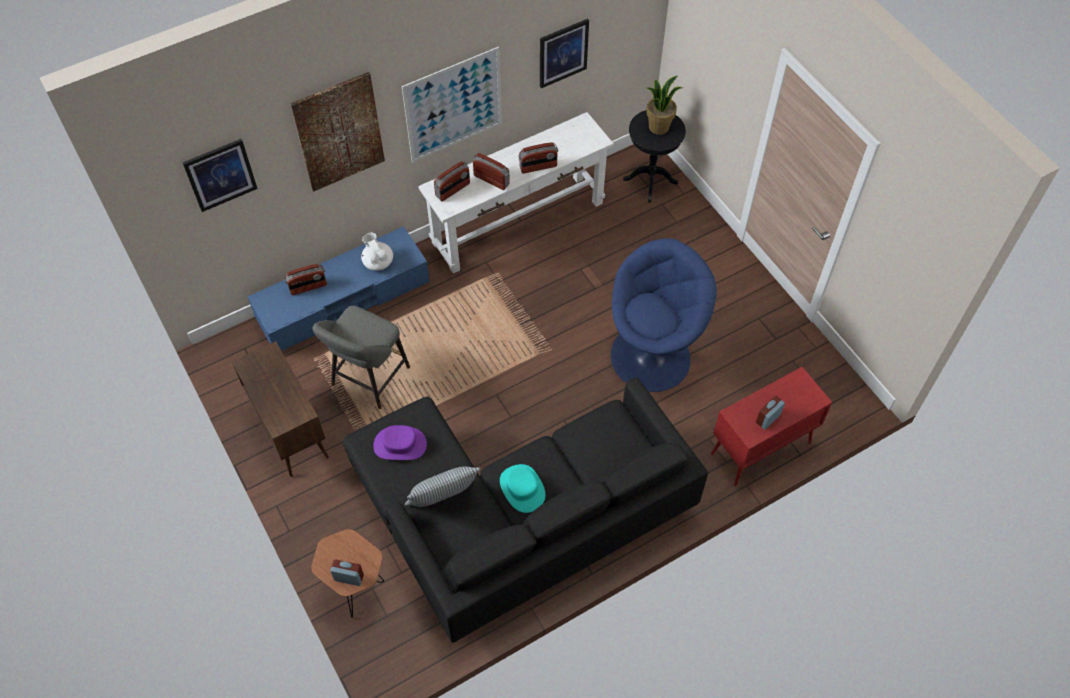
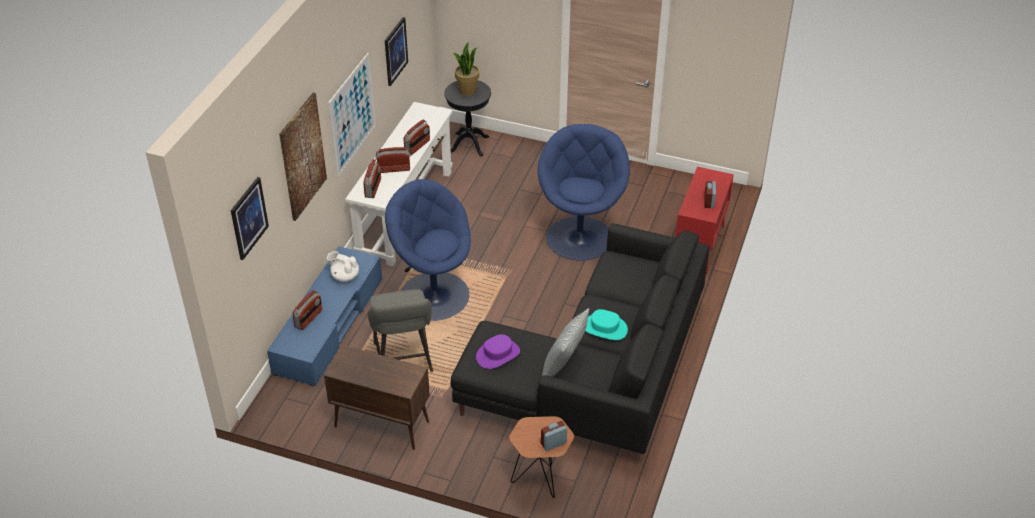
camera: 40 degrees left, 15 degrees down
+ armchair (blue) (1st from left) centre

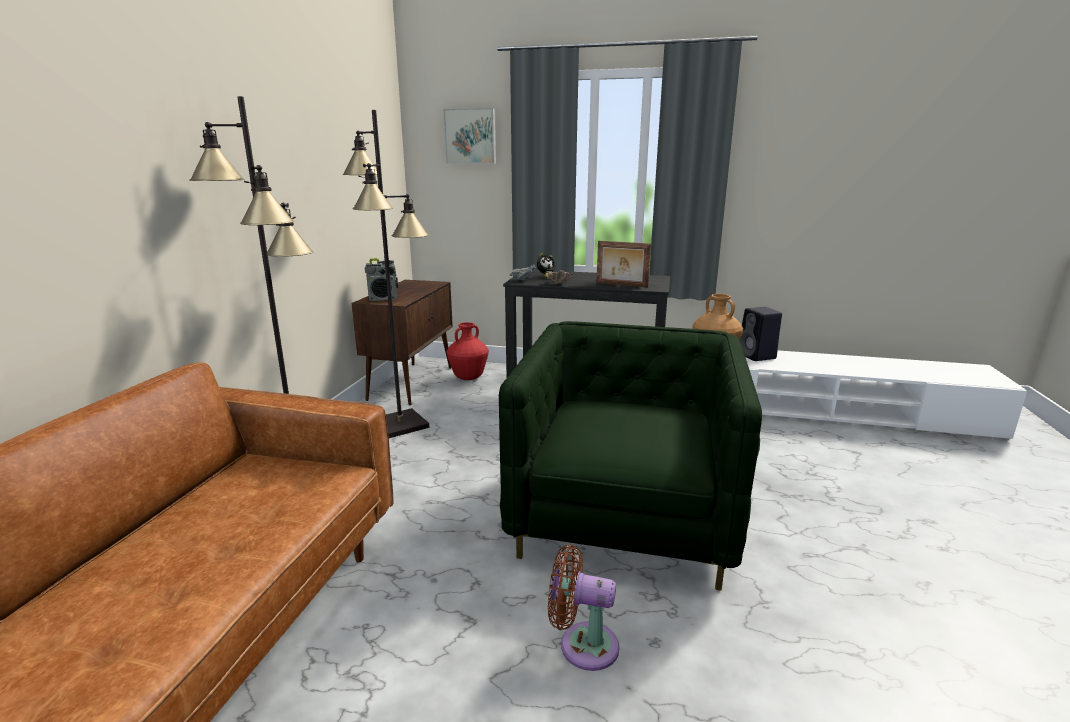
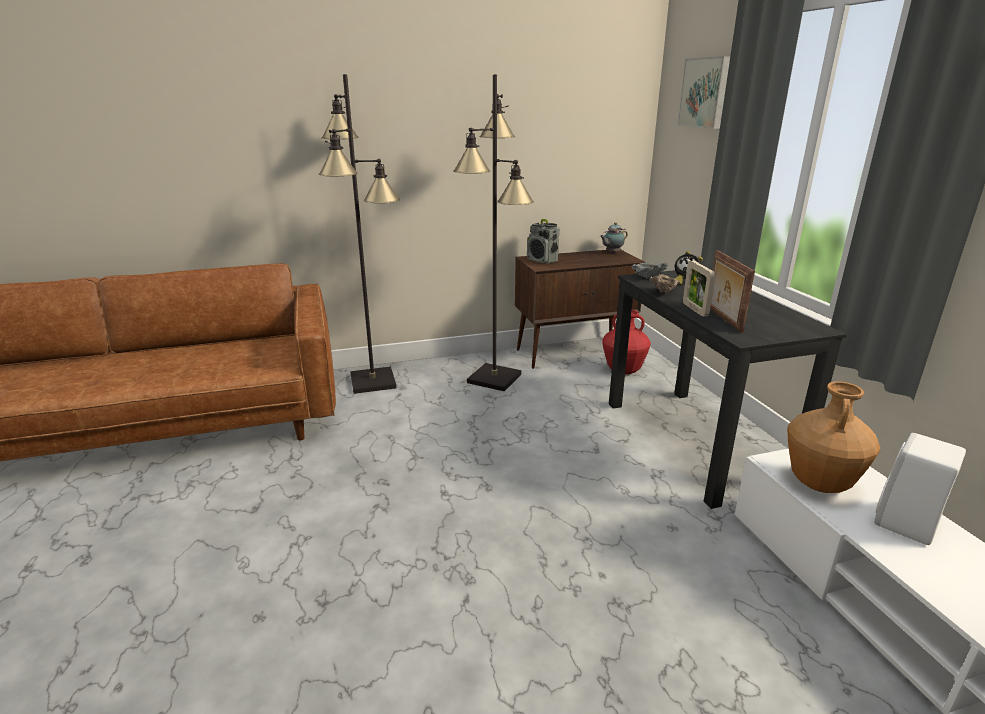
camera: 60 degrees right, 5 degrees up
+ teapot top centre
+ picture frame (1st from left) middle right
~ speaker (black) middle right to speaker (white) bottom right
- armchair (green) centre
- fan (brown) bottom centre

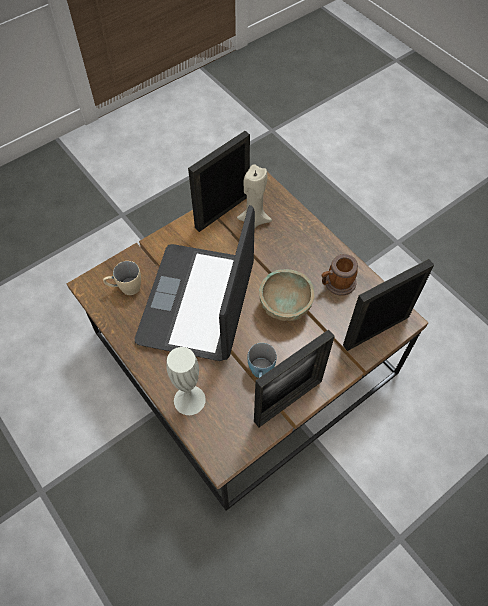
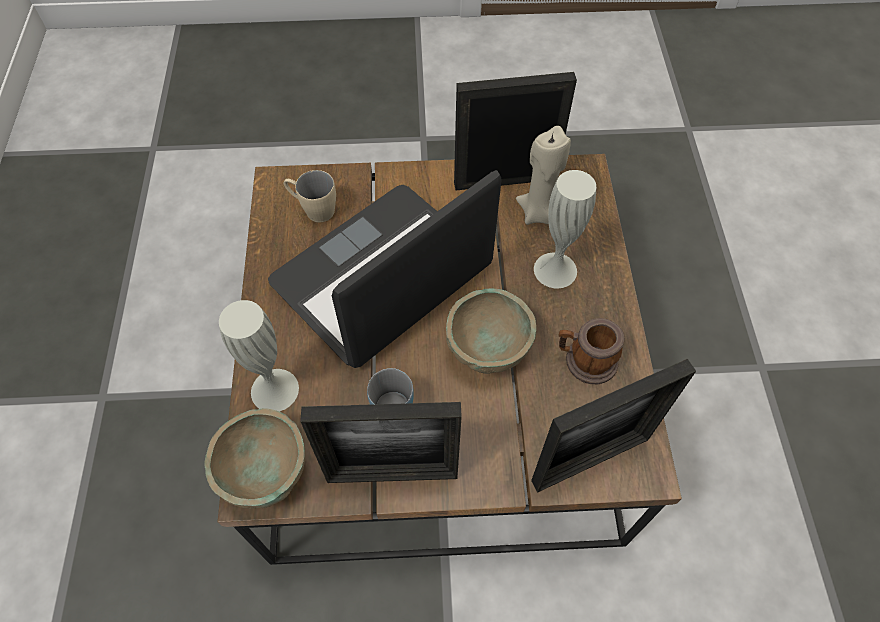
camera: 35 degrees right, 0 degrees up
+ bowl (beige) (1st from left) bottom left
~ picture frame (3rd from left) middle right = bottom right 150 degrees clockwise
+ vase (white) (2nd from left) centre

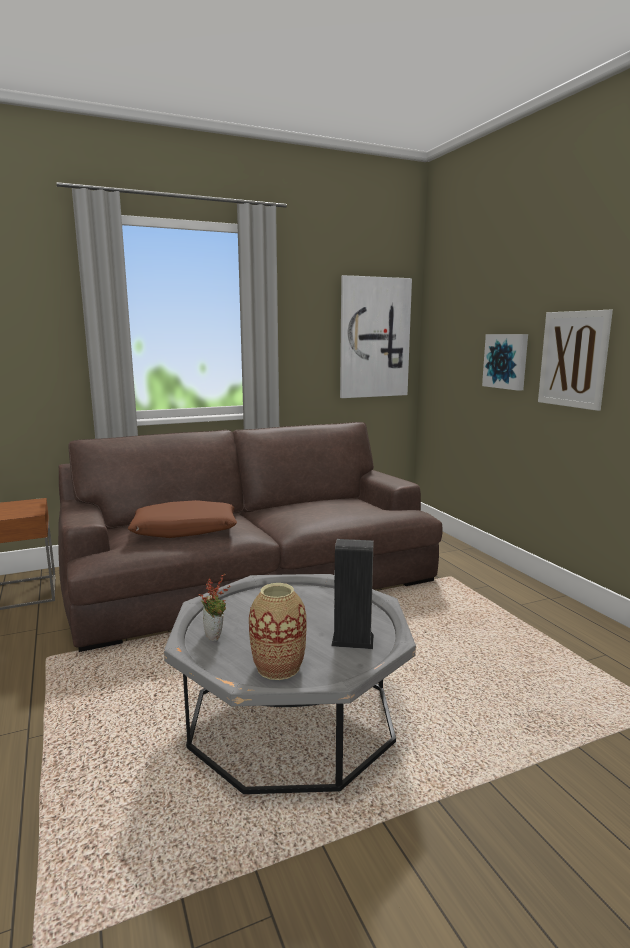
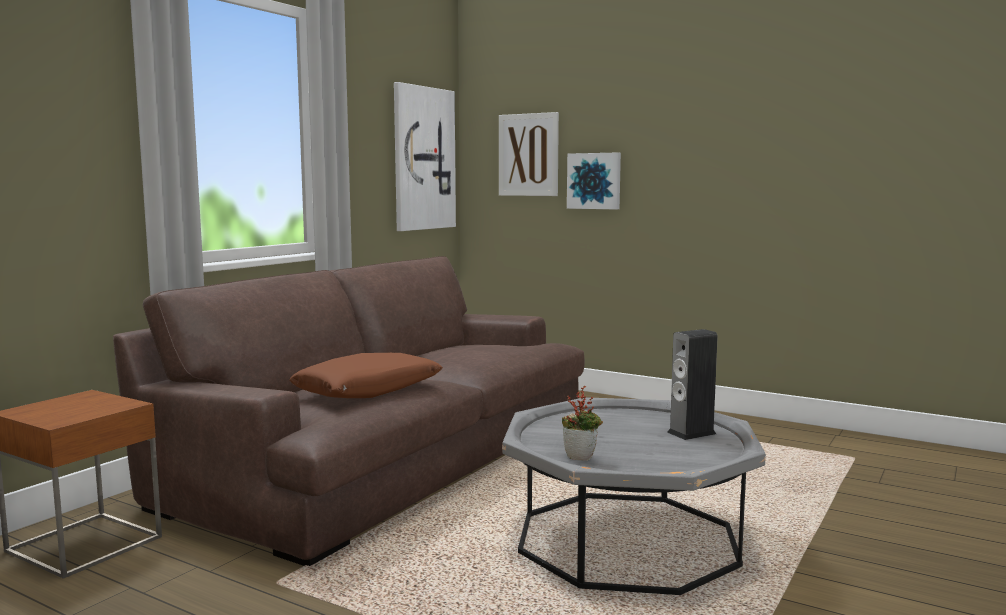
camera: 35 degrees left, 5 degrees down
~ picture (3rd from left in the first image) middle right to picture (2nd from left) top centre
- vase centre

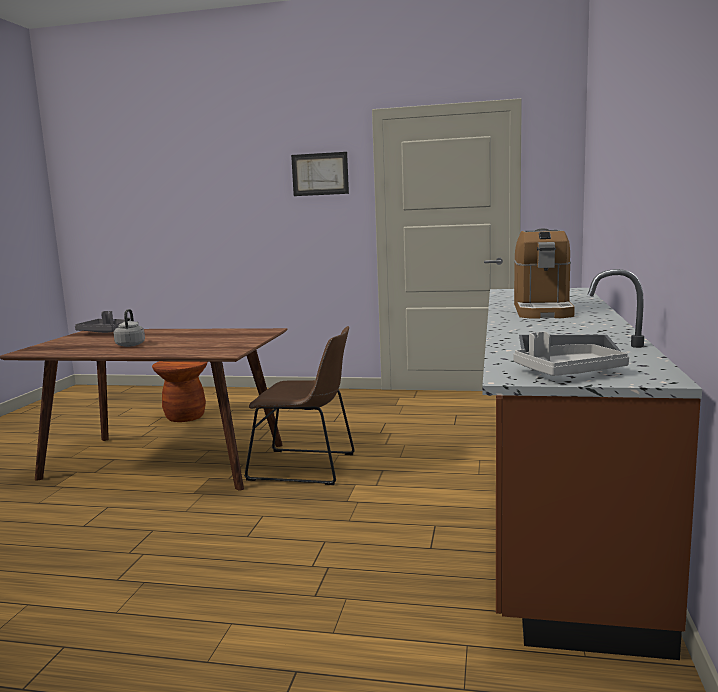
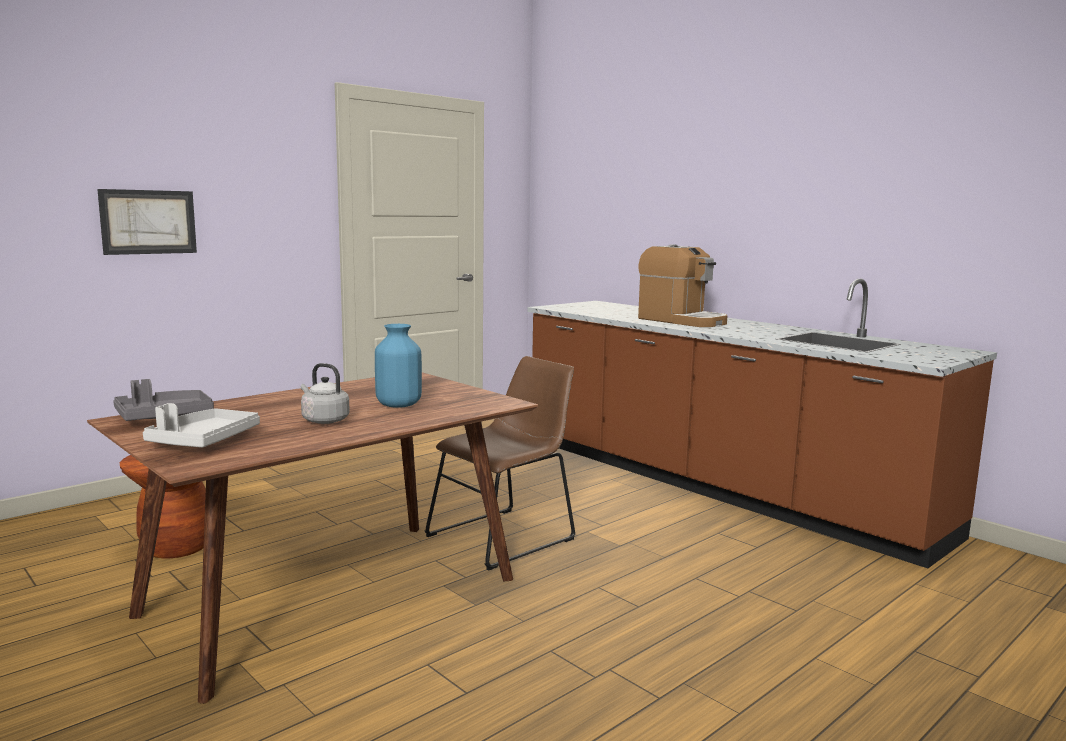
camera: 55 degrees left, 0 degrees up
~ picture top centre to top left
~ tray (grey) (2nd from left) middle right to middle left
+ vase (blue) centre

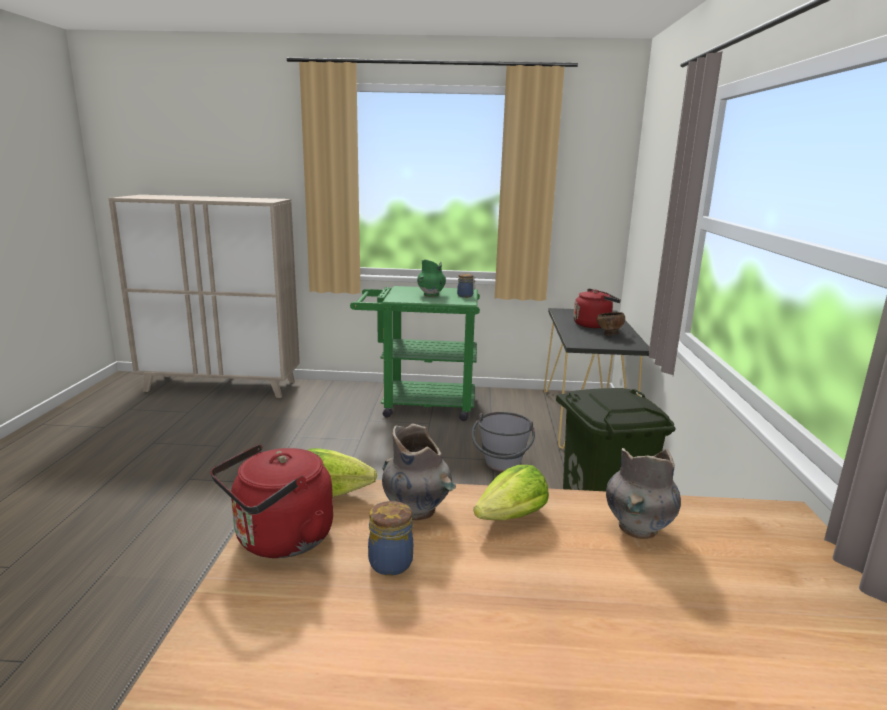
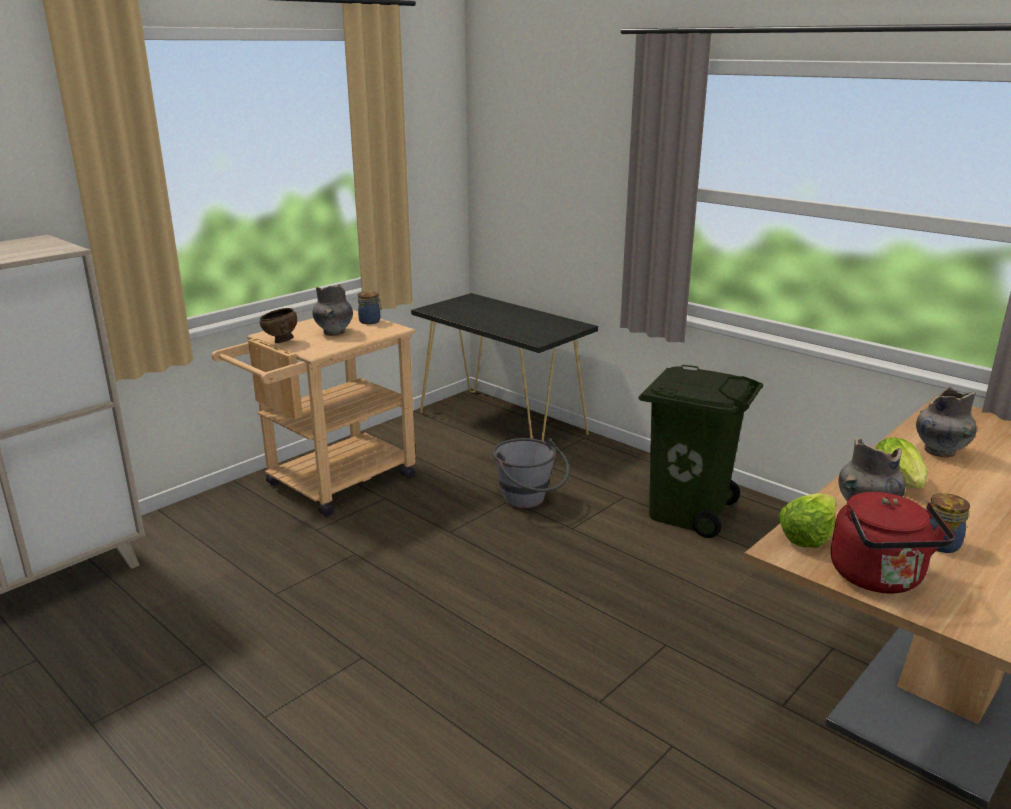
camera: 50 degrees left, 5 degrees up
~ cart (green) centre to cart (beige) middle left
~ bowl (brown) middle right to middle left
~ vase (green) centre to vase (grey) (1st from left) middle left
- kettle (red) (2nd from left) middle right

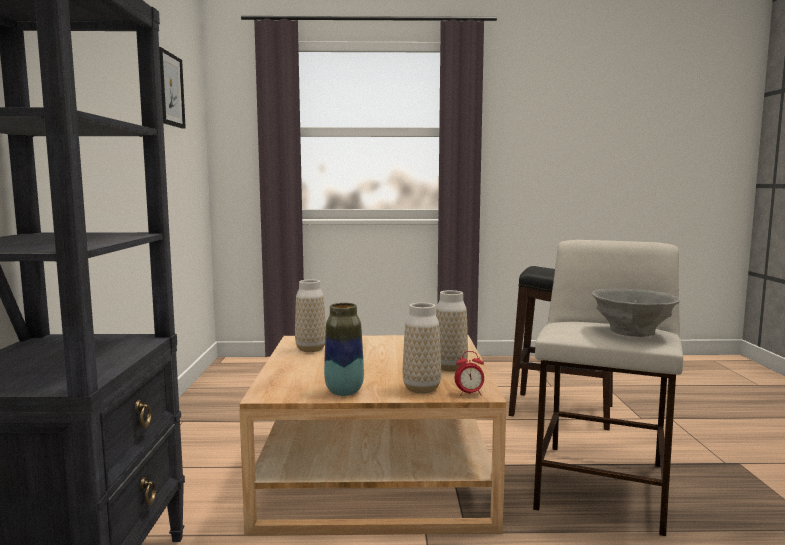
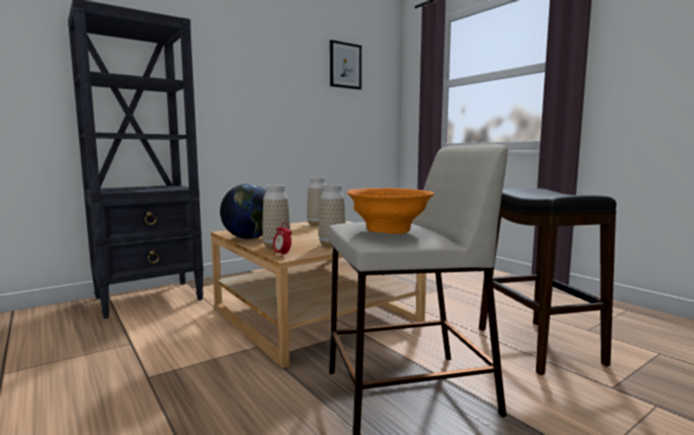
camera: 55 degrees right, 0 degrees up
~ vase (2nd from left) centre to globe centre
~ bowl (grey) middle right to bowl (orange) centre

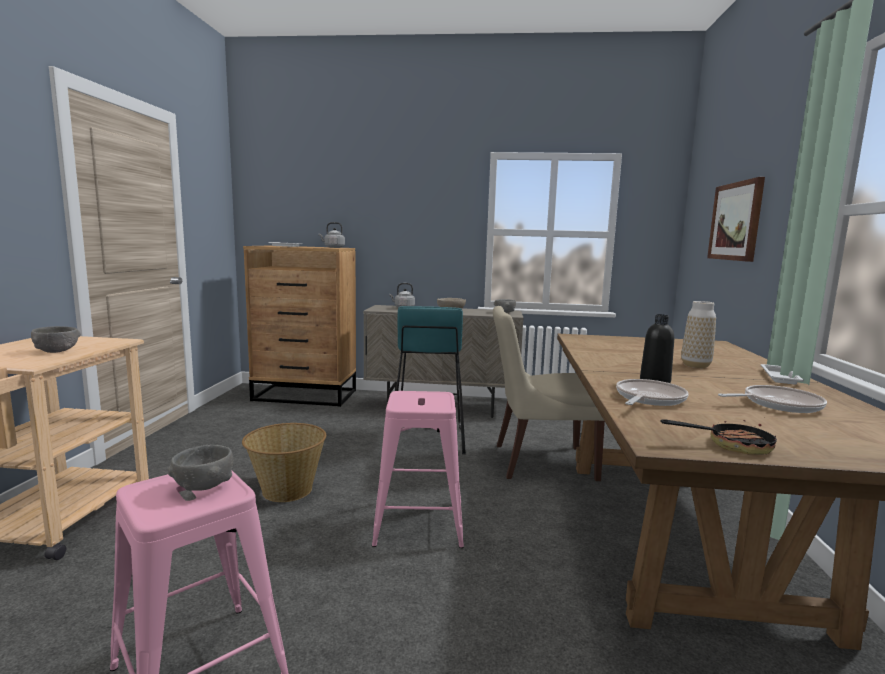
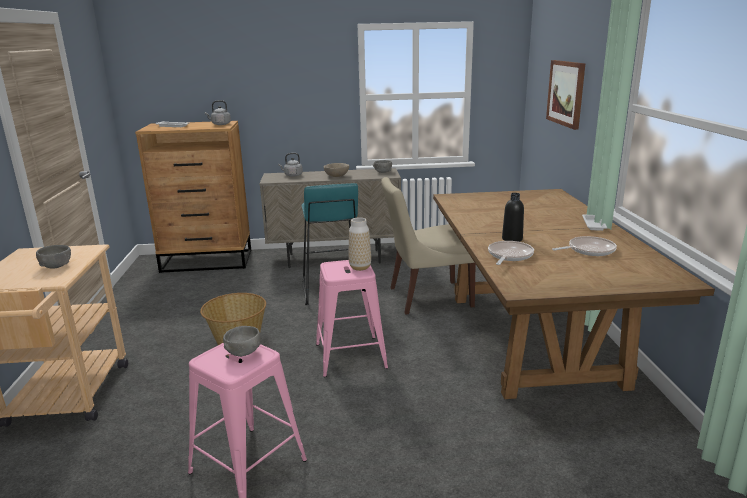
camera: 10 degrees left, 10 degrees up
~ vase middle right to centre
- frying pan (2nd from left) middle right

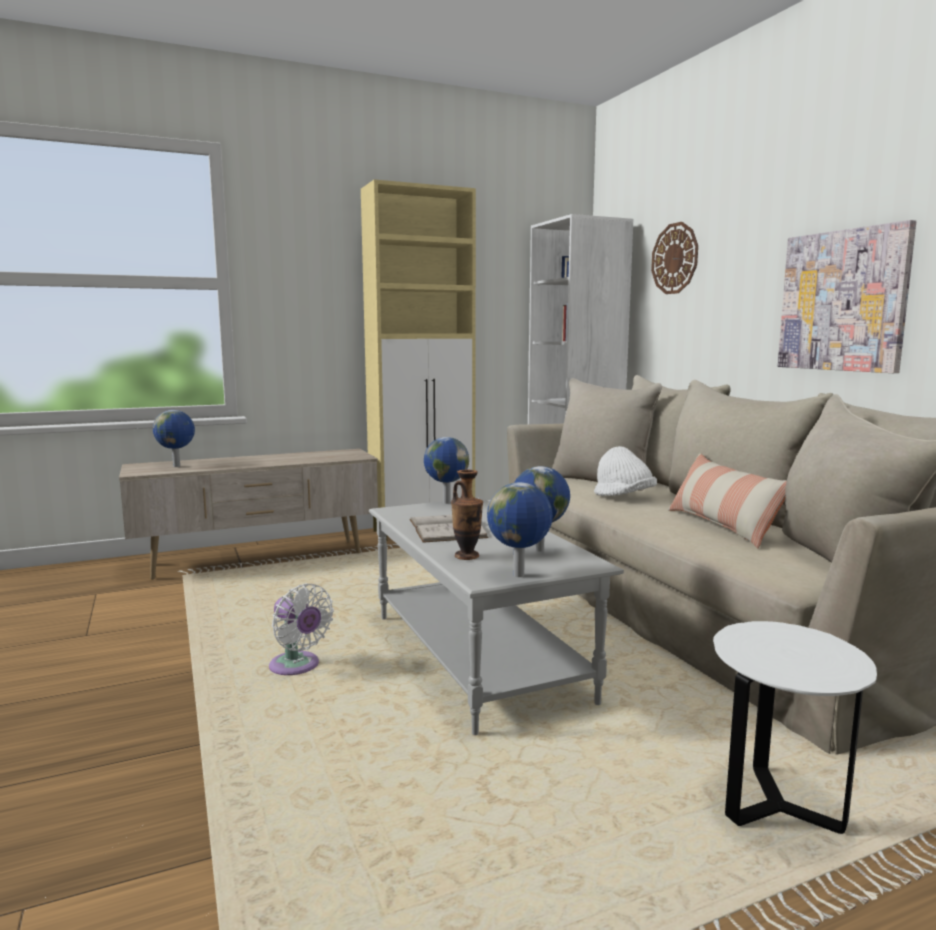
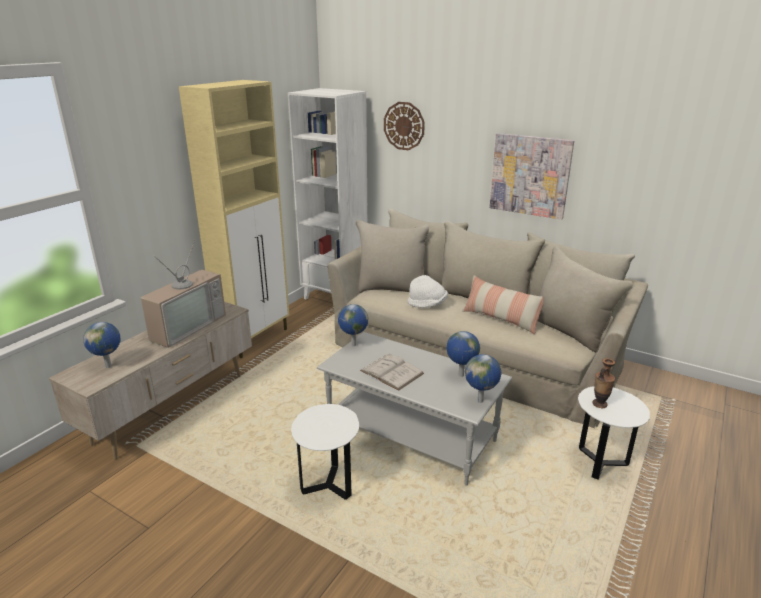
camera: 35 degrees left, 15 degrees up
+ television middle left
~ fan (white) bottom left to side table (white) (1st from left) bottom centre
~ vase centre to middle right

